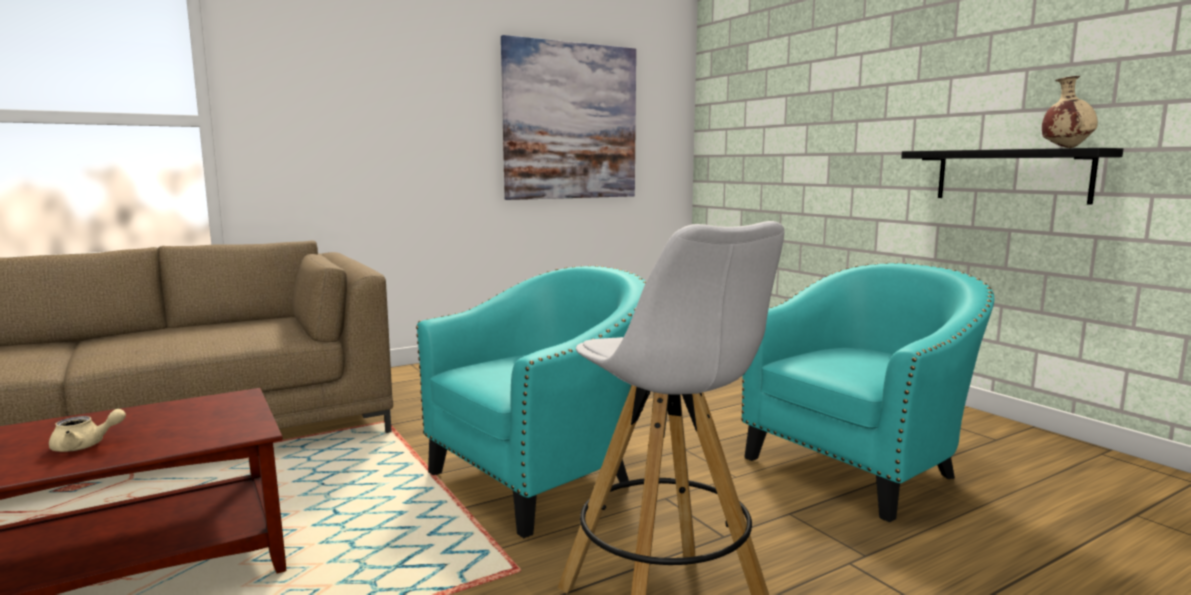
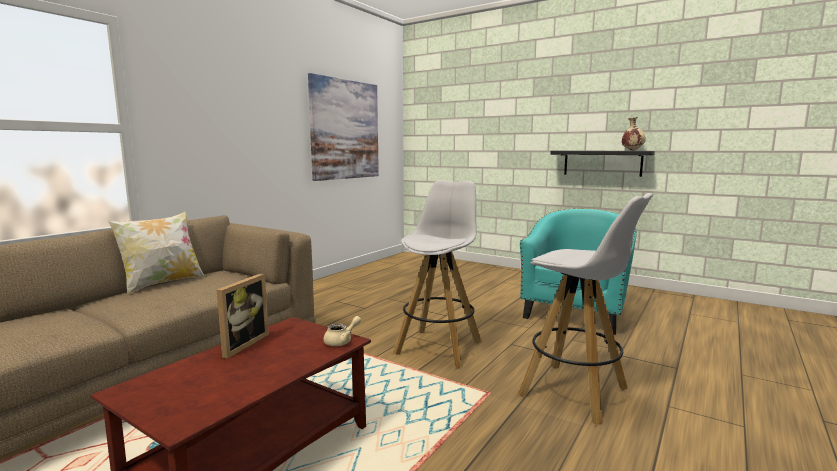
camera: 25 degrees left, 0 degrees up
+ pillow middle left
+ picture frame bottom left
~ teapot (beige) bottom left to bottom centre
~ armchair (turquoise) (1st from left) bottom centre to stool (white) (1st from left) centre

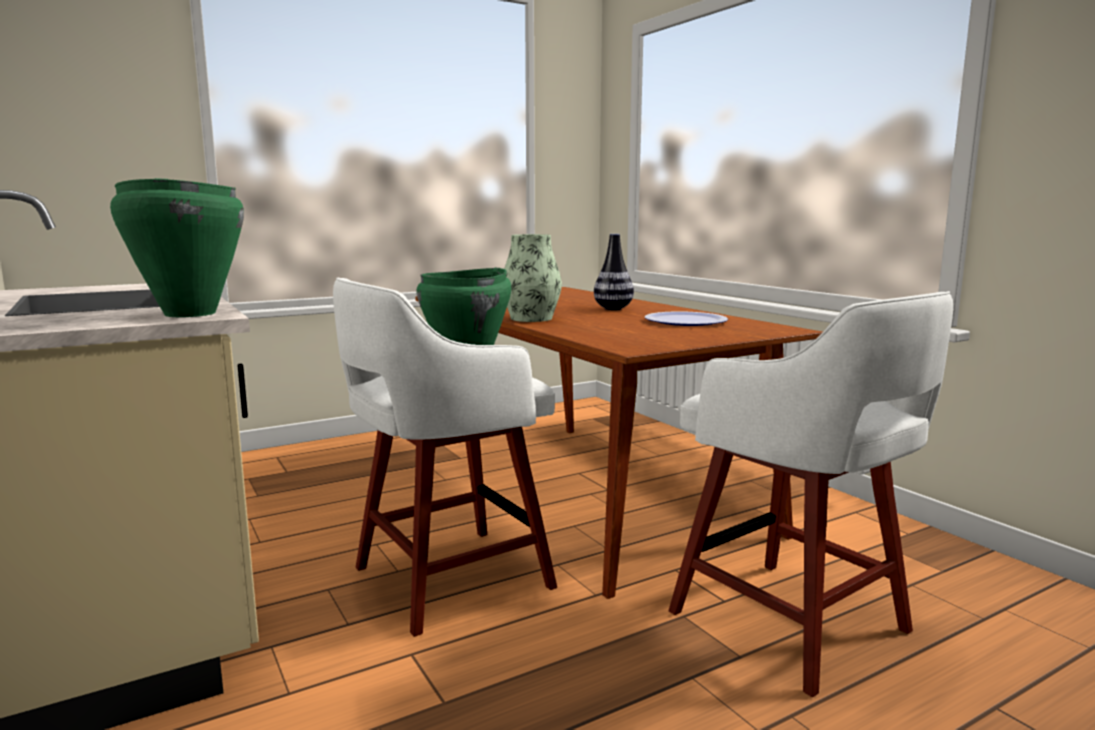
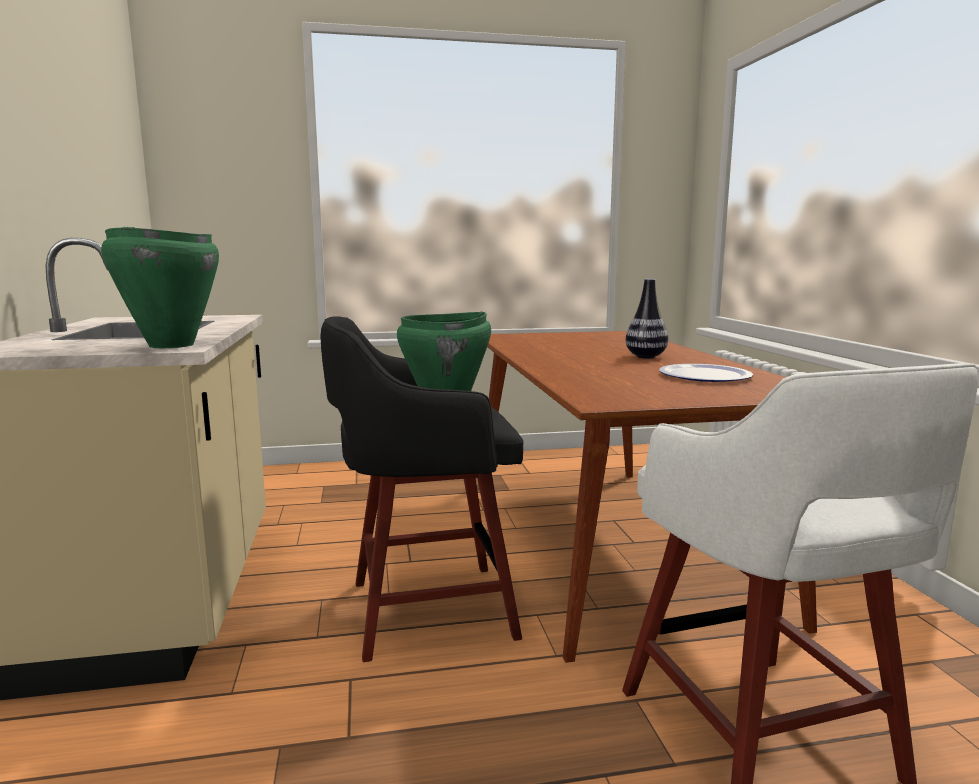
camera: 20 degrees right, 0 degrees up
~ stool (white) (1st from left) centre to stool (black) centre
- vase (1st from left) centre

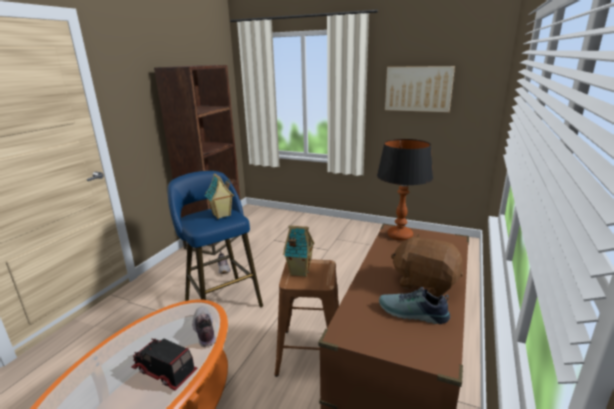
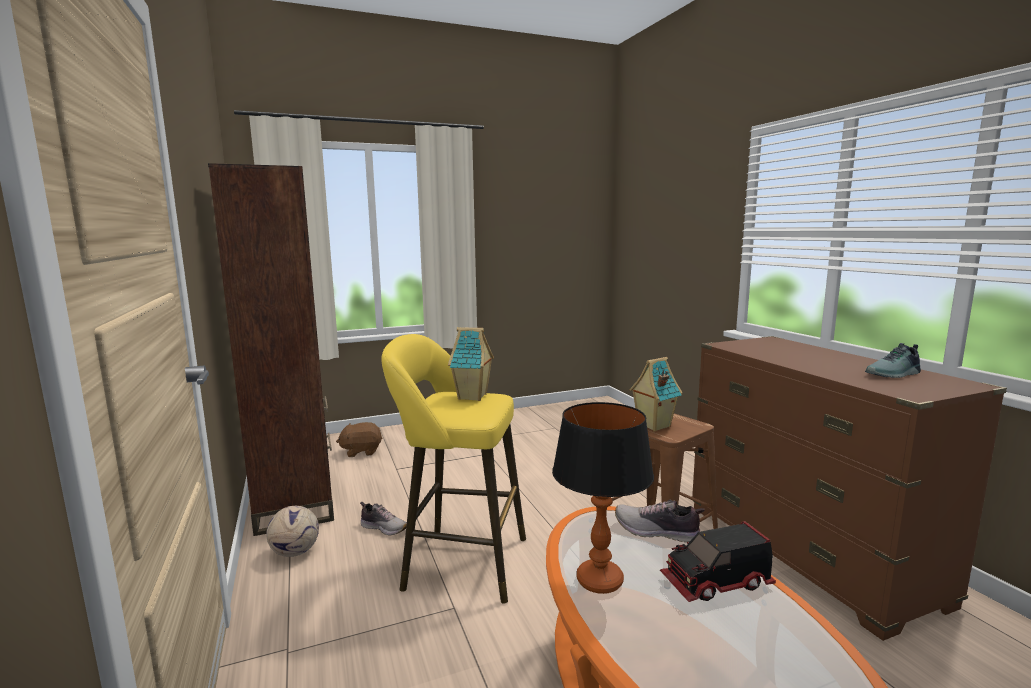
camera: 45 degrees left, 10 degrees down
+ football bottom left
~ plush toy (brown) middle right to centre
~ stool (blue) centre to stool (yellow) bottom centre
~ table lamp centre to bottom centre
- picture top right

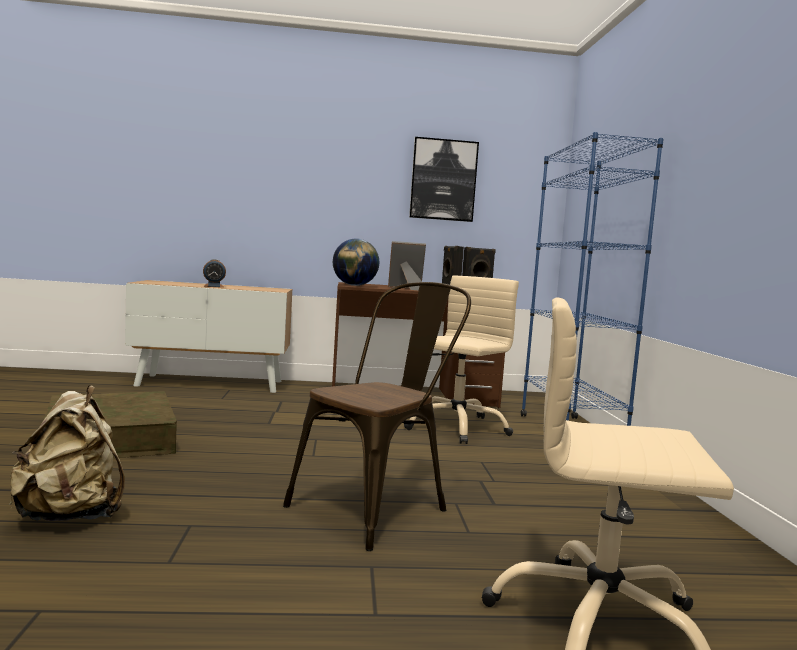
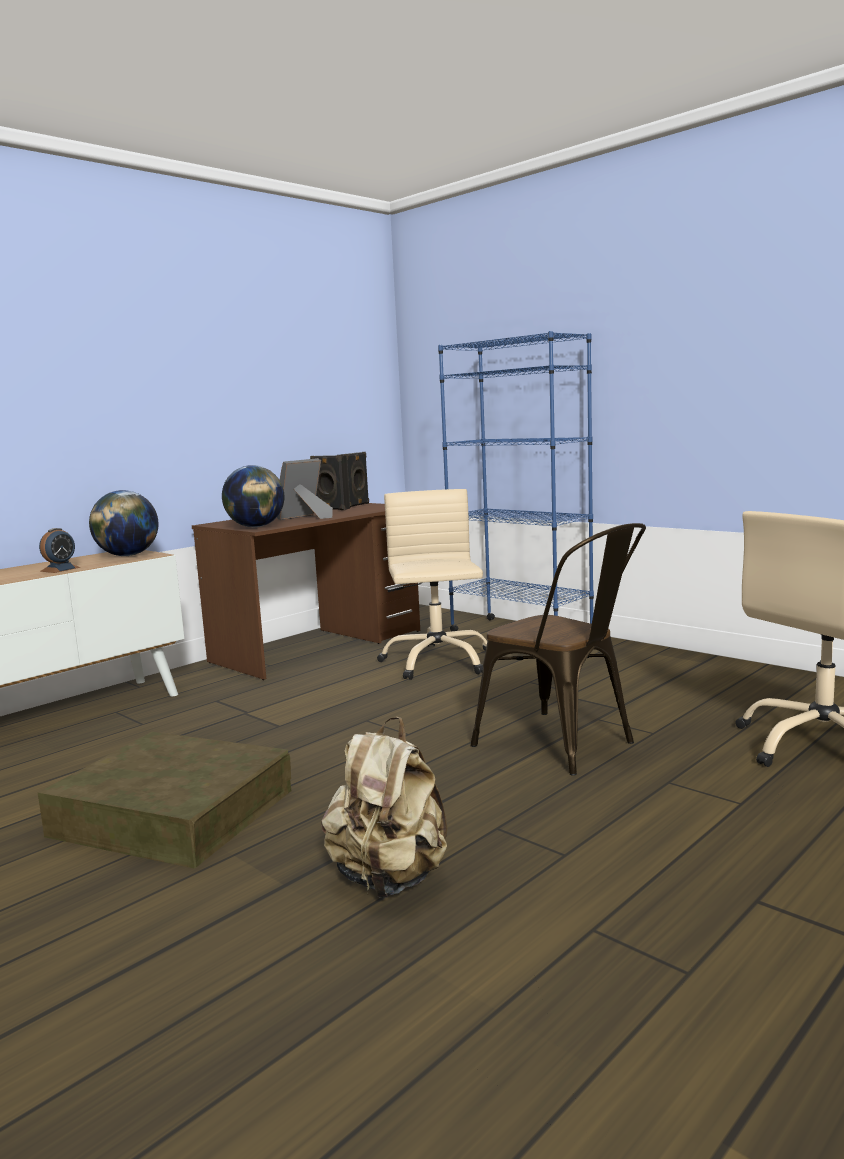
camera: 40 degrees left, 5 degrees up
+ globe (1st from left) middle left
~ chair (brown) centre = centre 135 degrees clockwise
- picture top centre

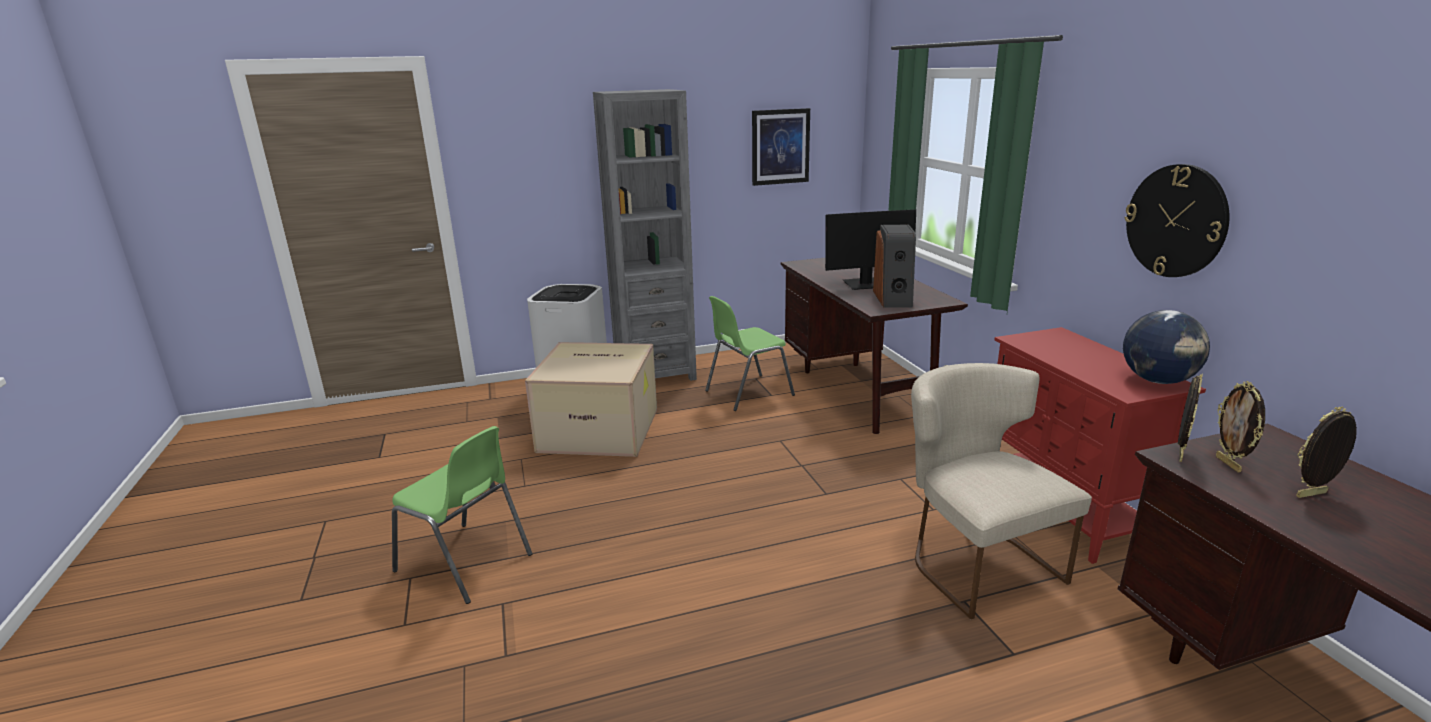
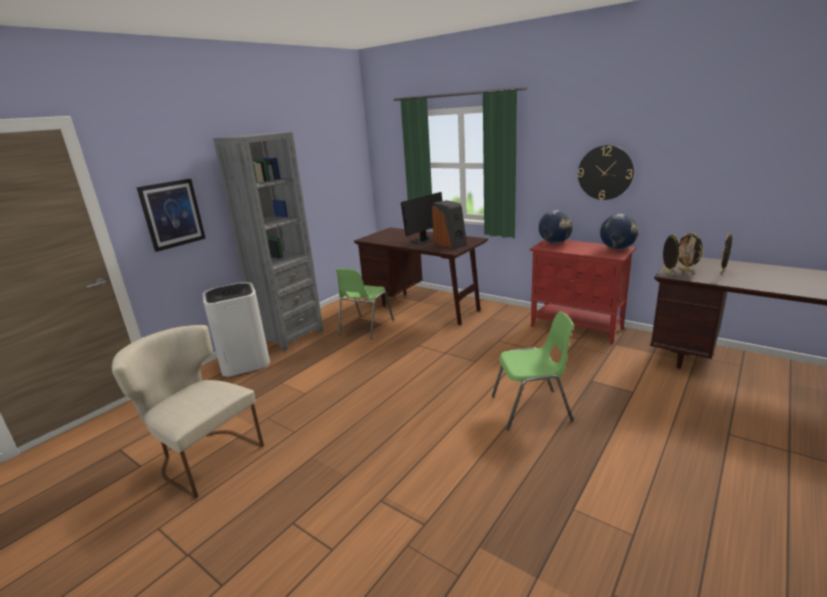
camera: 35 degrees left, 0 degrees up
~ chair (beige) bottom right to bottom left
~ picture top centre to middle left
~ chair (green) (1st from left in the first image) bottom left to chair (green) (2nd from left) centre
+ globe (1st from left) middle right
- cardboard box centre

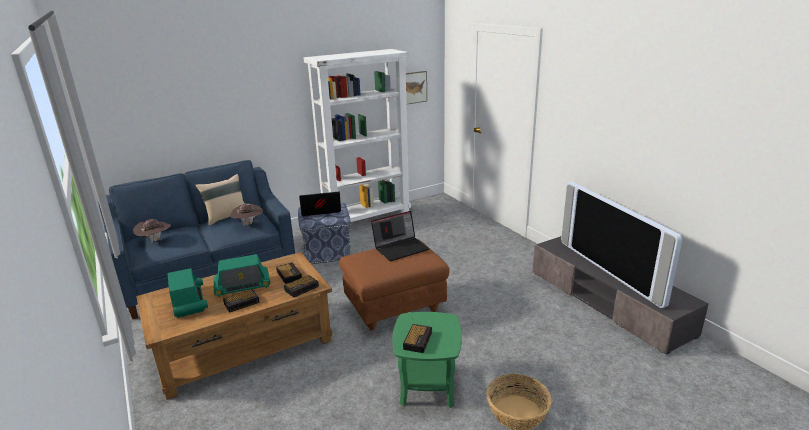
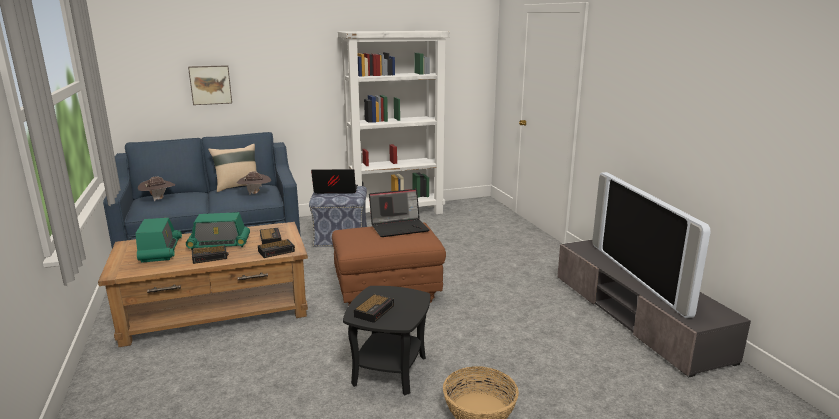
camera: 10 degrees right, 5 degrees down
~ picture top centre to top left
~ side table (green) bottom centre to side table (black) bottom centre

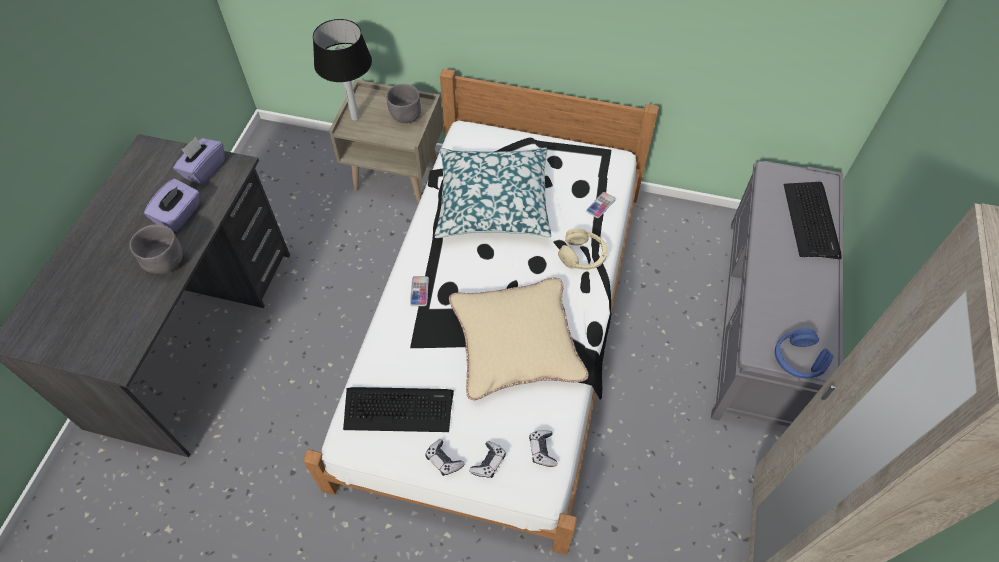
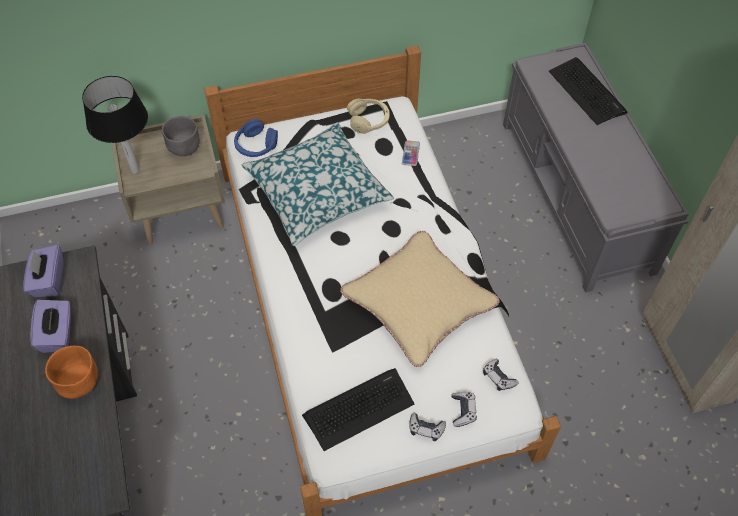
camera: 30 degrees left, 0 degrees up
~ bowl (grey) (1st from left) middle left to bowl (orange) bottom left
~ headphones (blue) middle right to top centre
~ headphones (beige) centre to top centre
- phone (1st from left) centre

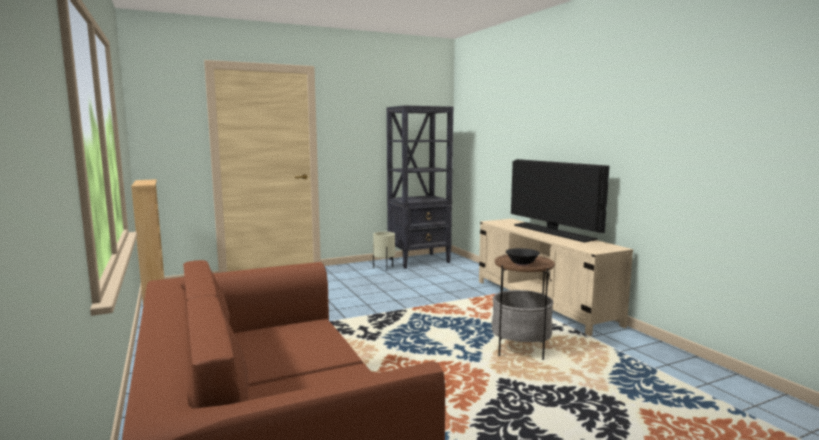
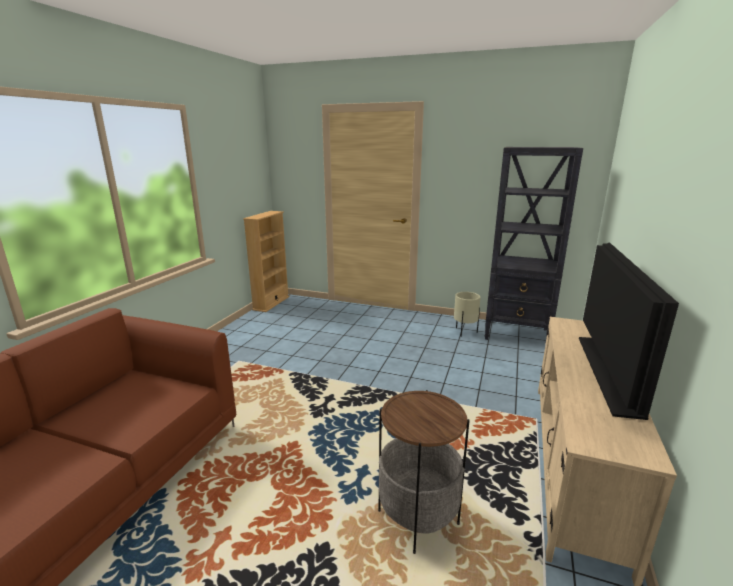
camera: 45 degrees right, 10 degrees up
- bowl (black) centre

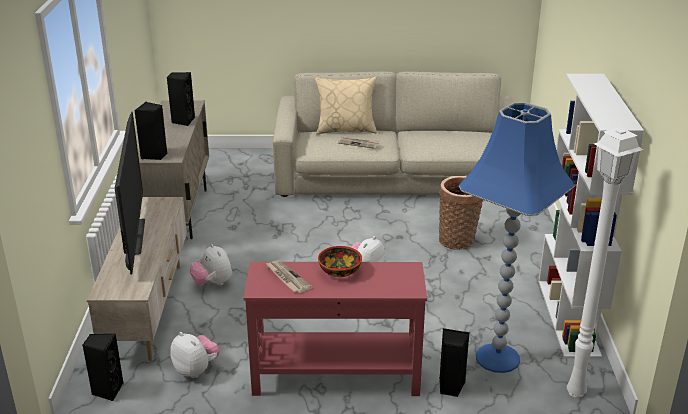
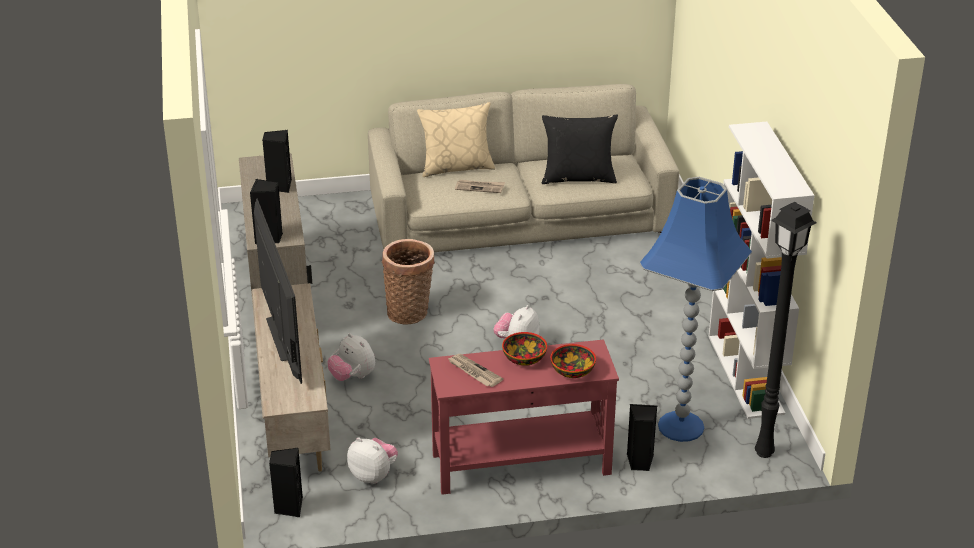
camera: 10 degrees left, 5 degrees up
~ basket middle right to centre
+ pillow (black) top centre
+ bowl (2nd from left) centre
~ floor lamp (white) middle right to floor lamp (black) middle right

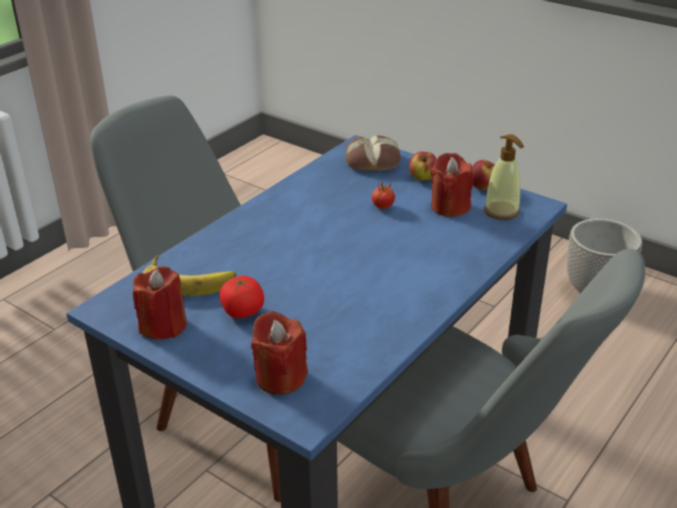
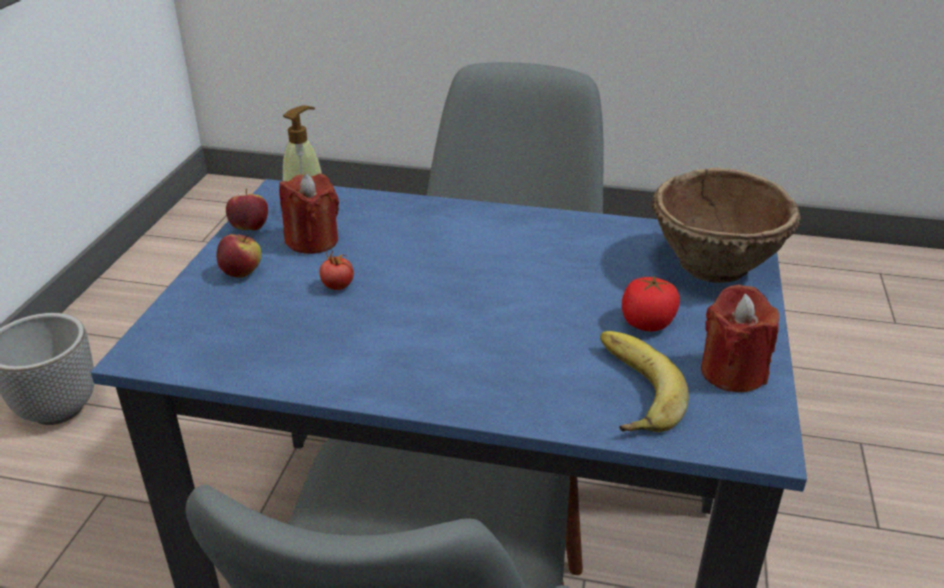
camera: 115 degrees left, 0 degrees up
~ candle (red) (2nd from left) bottom centre to bowl (brown) middle right
- bread top centre

